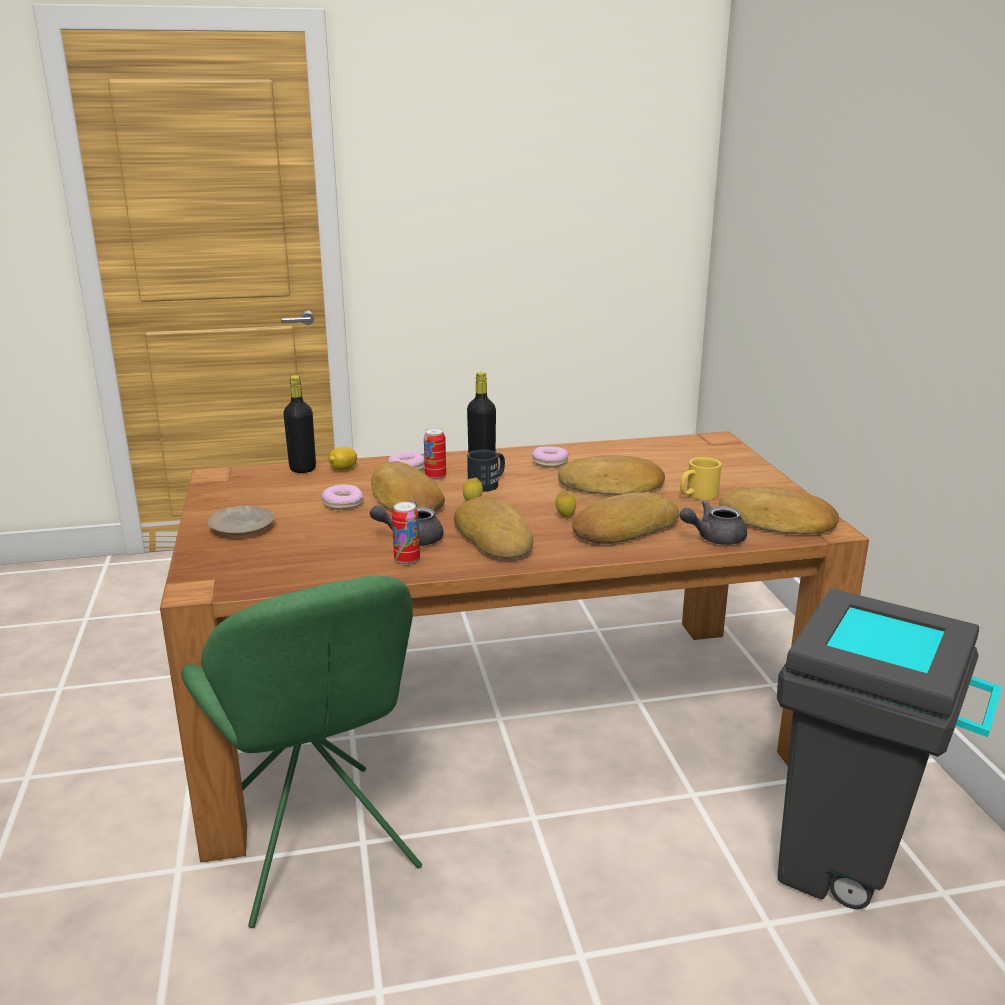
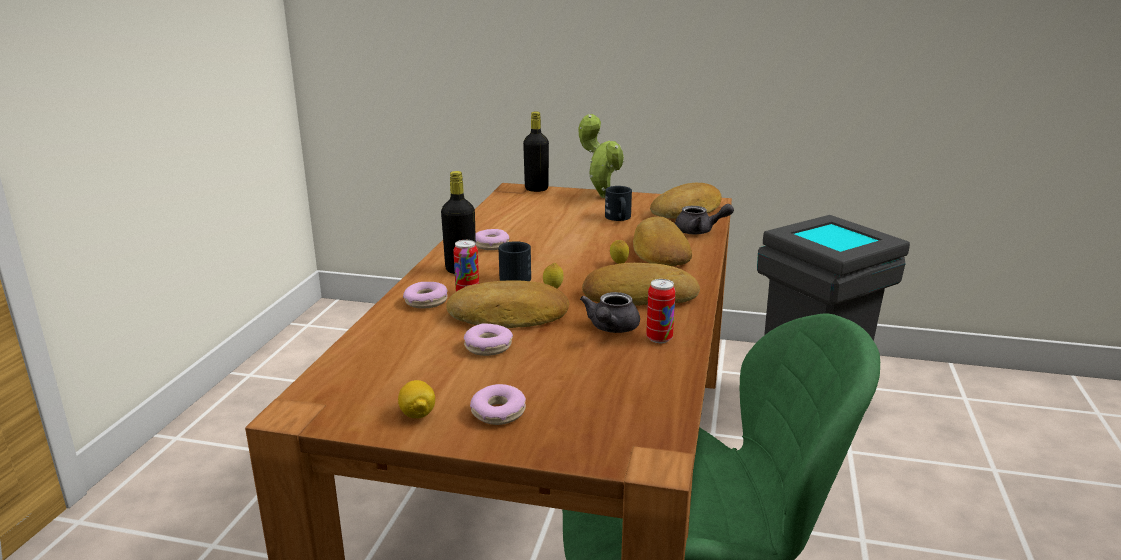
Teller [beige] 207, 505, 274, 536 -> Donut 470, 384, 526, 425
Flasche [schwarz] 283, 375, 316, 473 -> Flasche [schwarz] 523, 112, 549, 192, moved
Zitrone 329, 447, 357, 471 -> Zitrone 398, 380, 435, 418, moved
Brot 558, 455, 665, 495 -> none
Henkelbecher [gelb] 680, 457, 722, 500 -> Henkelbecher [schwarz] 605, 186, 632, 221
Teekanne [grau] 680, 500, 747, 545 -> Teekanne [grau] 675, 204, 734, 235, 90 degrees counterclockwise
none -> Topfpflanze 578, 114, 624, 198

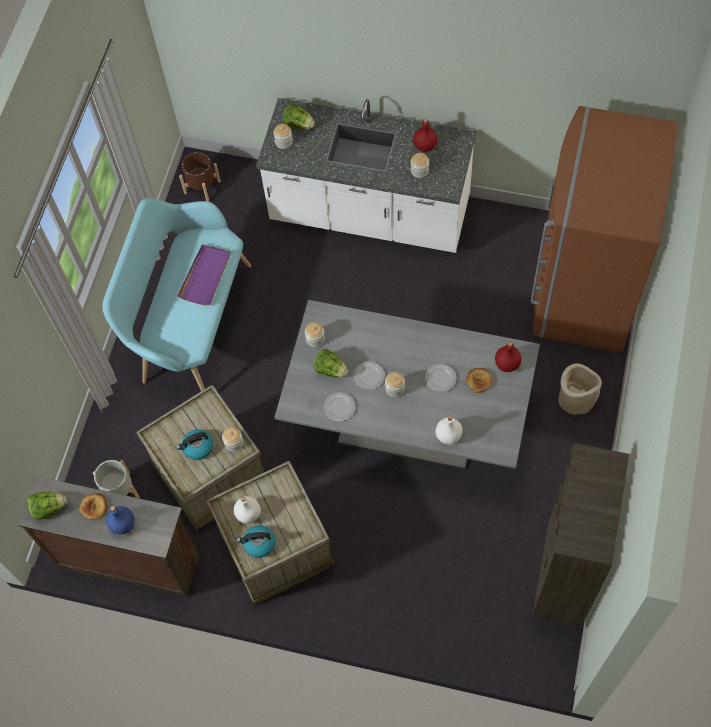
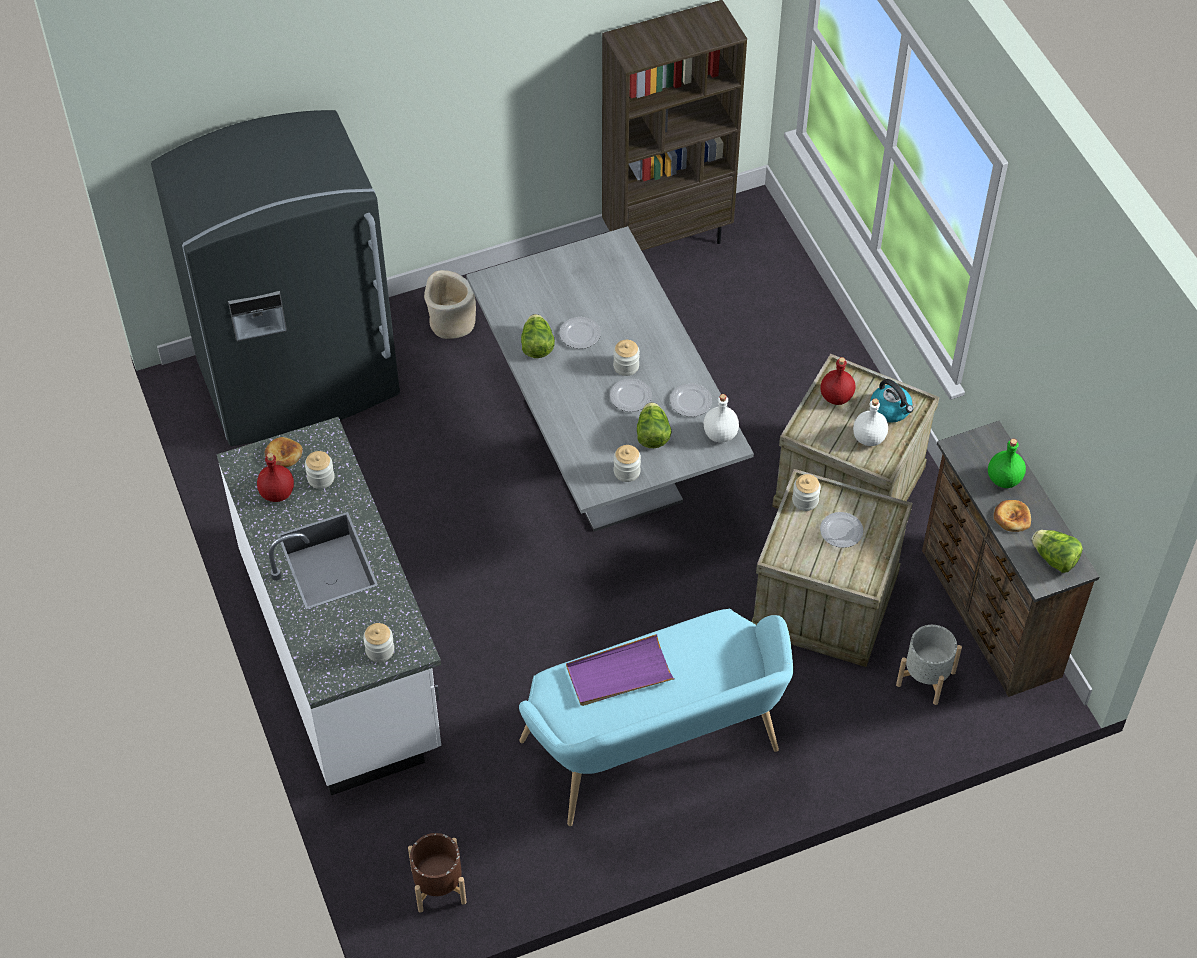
Flasche [blau] 106, 506, 135, 535 -> Flasche [grün] 988, 439, 1026, 488
Wasserkessel 176, 430, 213, 460 -> Teller 820, 512, 864, 548
Salatkopf 283, 103, 315, 129 -> Salatkopf 521, 314, 555, 358, moved
Flasche [weiß] 436, 415, 463, 445 -> Flasche [weiß] 704, 394, 739, 442, moved
Brot 466, 368, 493, 393 -> Brot 265, 437, 303, 467, moved
Flasche [rot] 495, 342, 521, 372 -> Flasche [rot] 820, 357, 856, 405, moved
Kühlschrank [braun] 531, 106, 678, 352 -> Kühlschrank [grau] 151, 110, 400, 446

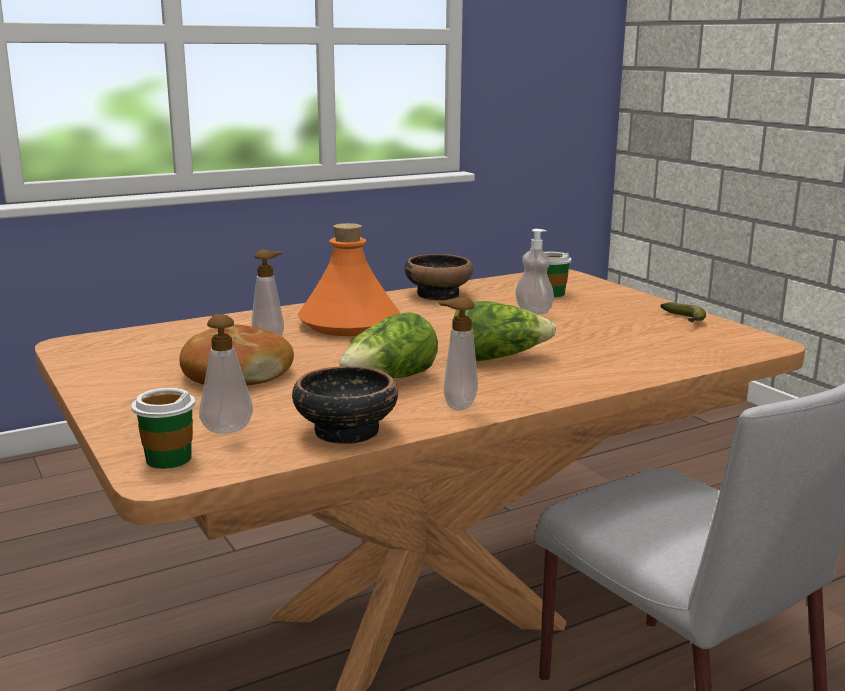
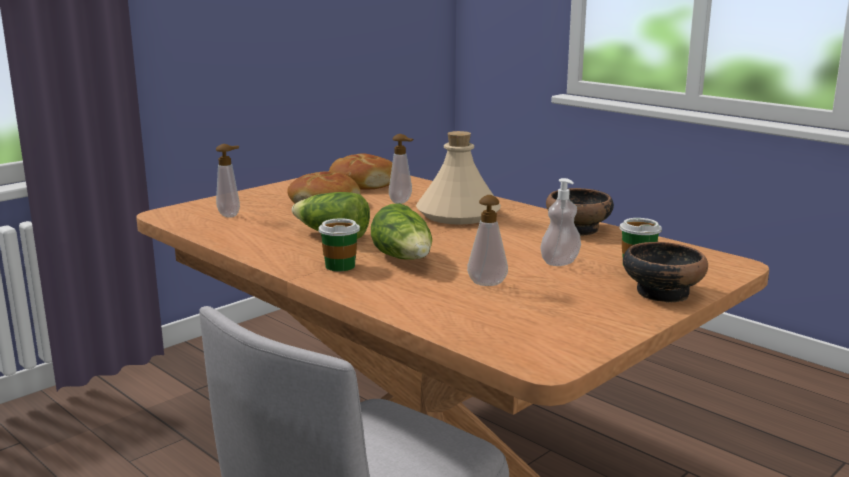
Tasse 131, 388, 195, 469 -> Tasse 318, 218, 360, 271, moved
Schüssel 292, 366, 398, 444 -> Schüssel 623, 242, 708, 302, moved
Flasche [orange] 298, 223, 400, 336 -> Flasche [beige] 416, 131, 501, 225
Seifenspender 439, 297, 478, 410 -> Seifenspender 467, 195, 508, 286, moved
Banane 661, 302, 706, 322 -> none
none -> Brot 329, 154, 392, 189

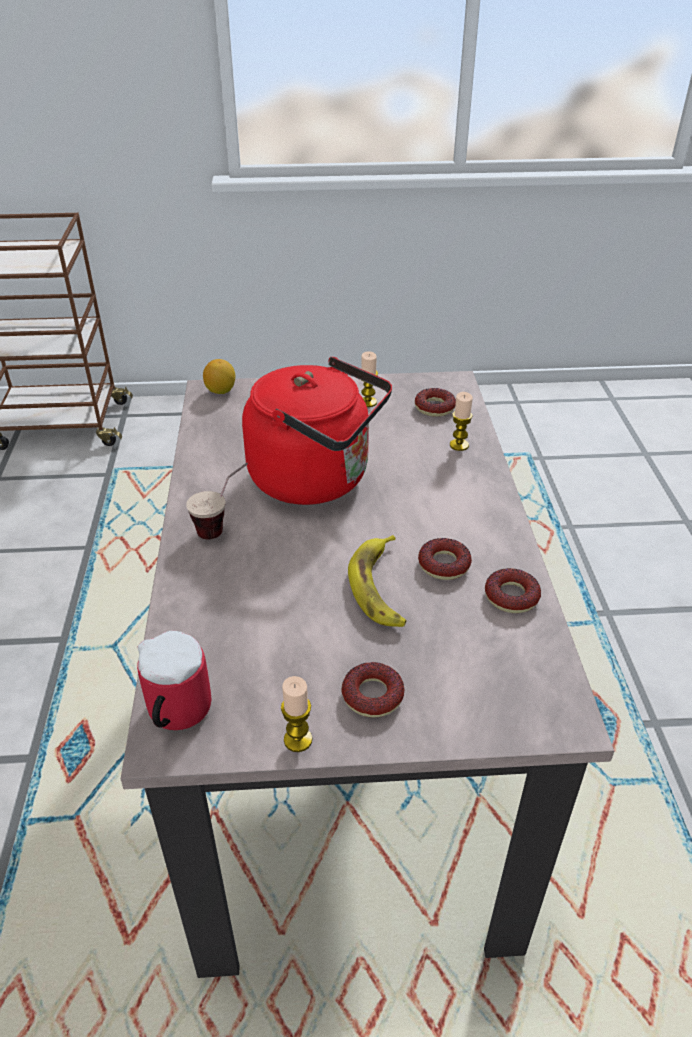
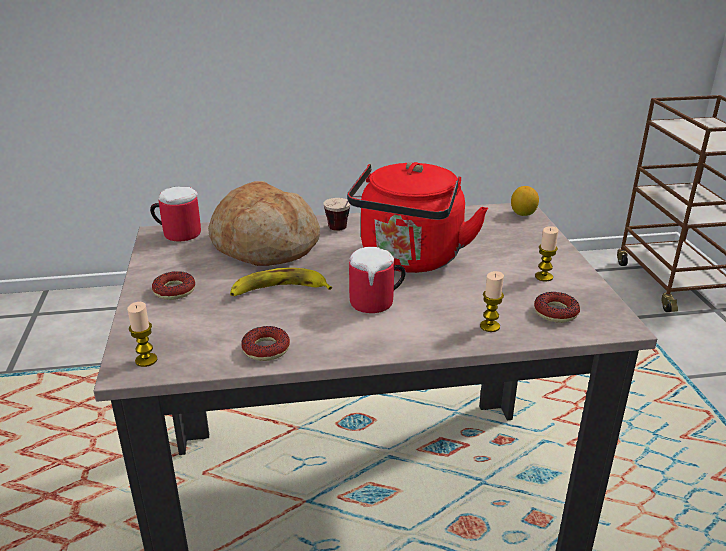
Kerze 281, 676, 312, 752 -> Kerze 127, 302, 157, 367, moved
Donut 418, 538, 472, 580 -> none
none -> Brot 208, 181, 320, 266
none -> Henkelbecher 349, 247, 406, 313

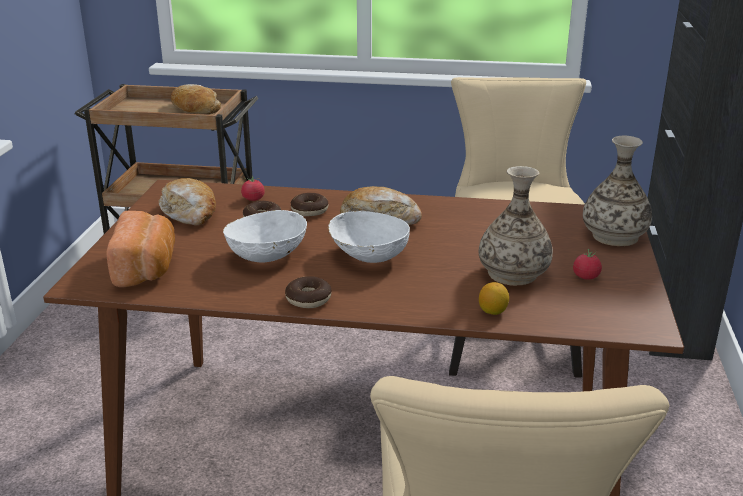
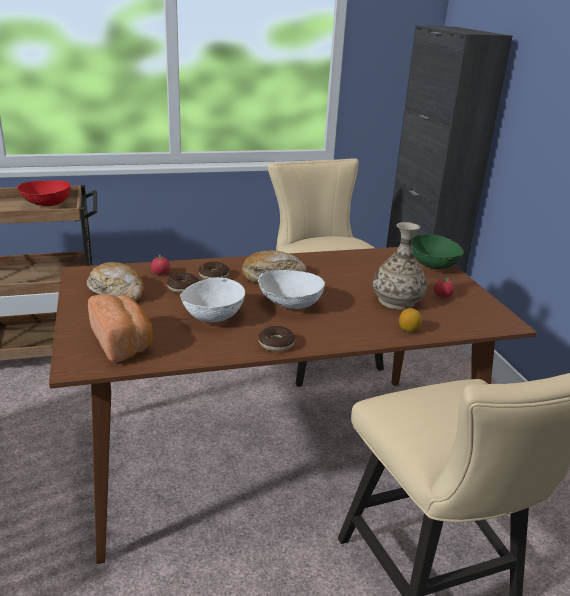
Brot 171, 84, 221, 114 -> Schüssel [rot] 18, 181, 71, 206
Vase 583, 136, 652, 246 -> Schüssel [grün] 412, 234, 464, 269

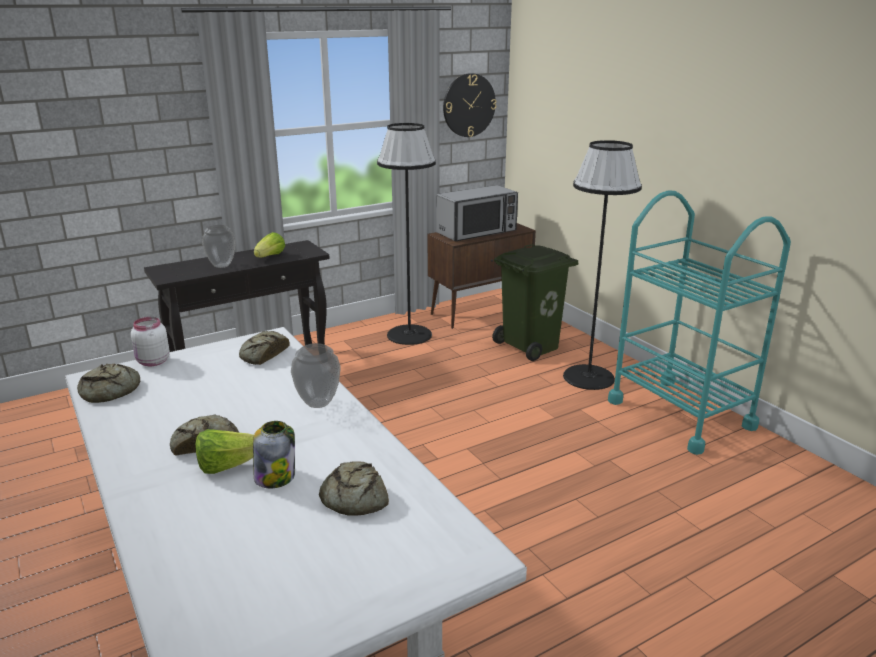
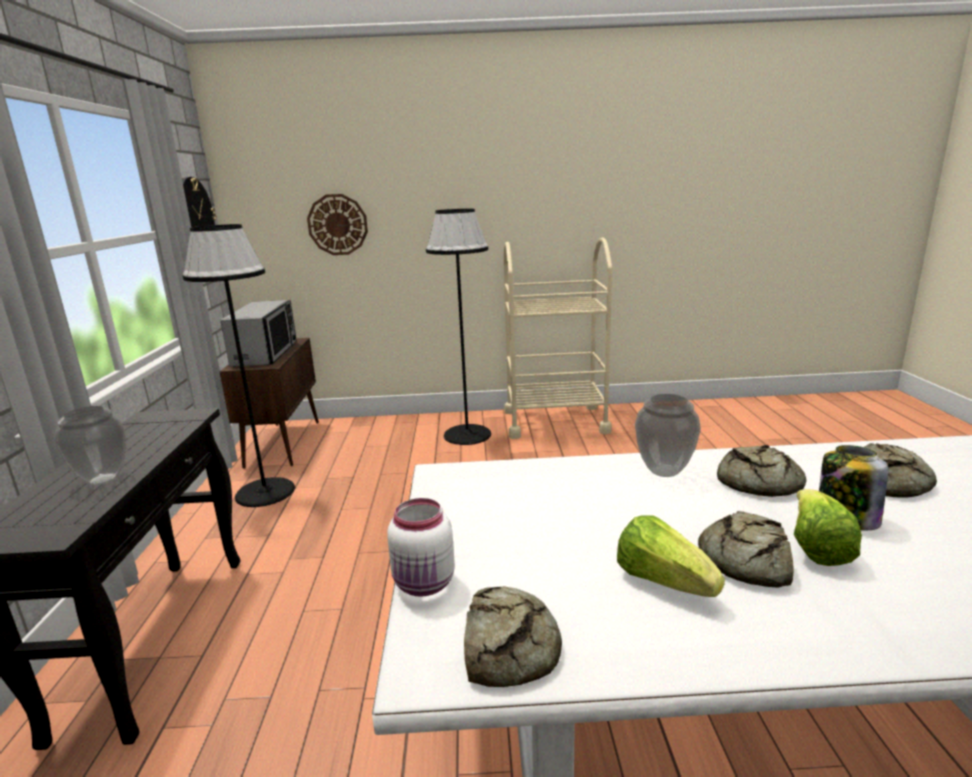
Brot 239, 331, 290, 365 -> Brot 717, 445, 807, 497, moved
Salatkopf 254, 232, 285, 257 -> Salatkopf 617, 515, 725, 597, moved
Mülleimer [grün] 492, 244, 578, 361 -> none
Rollwagen [türkis] 608, 191, 791, 455 -> Rollwagen [beige] 503, 237, 612, 439
none -> Wanduhr 307, 194, 368, 255

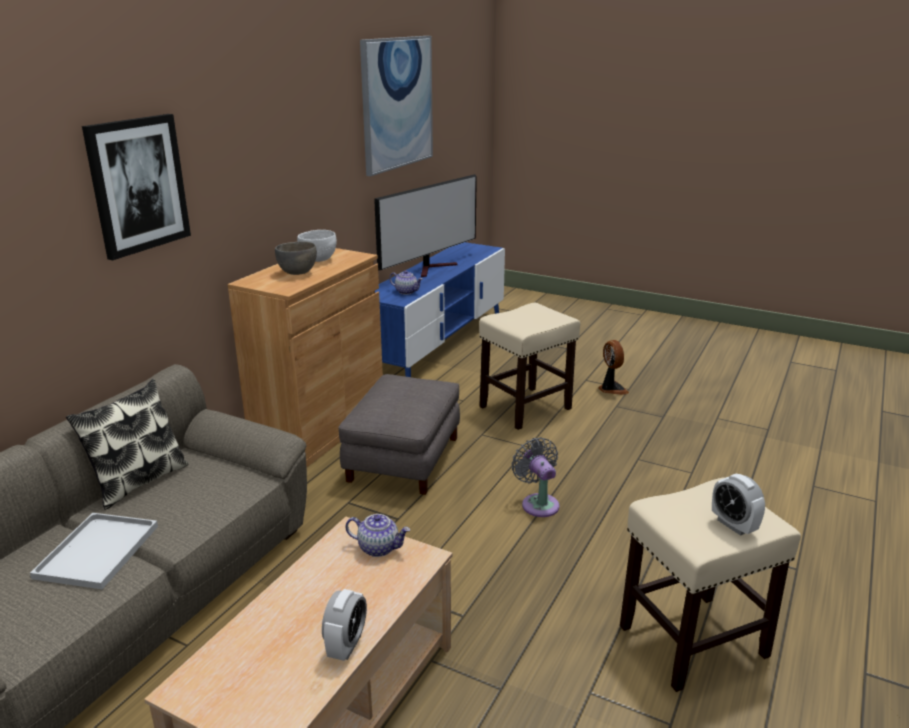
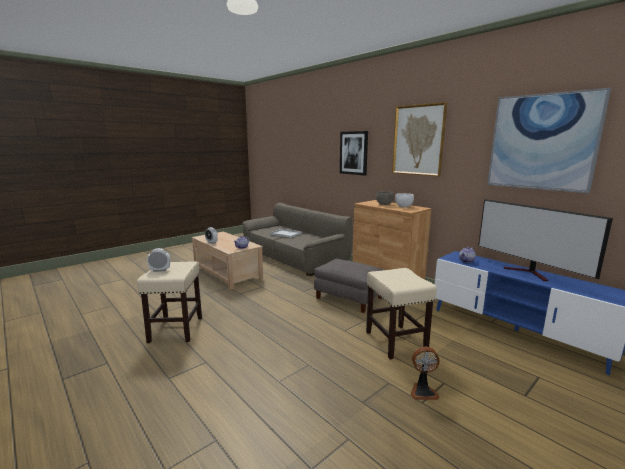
Kissen 66, 379, 189, 510 -> none
Ventilator [grau] 512, 437, 560, 517 -> none
none -> Bild 392, 102, 447, 176

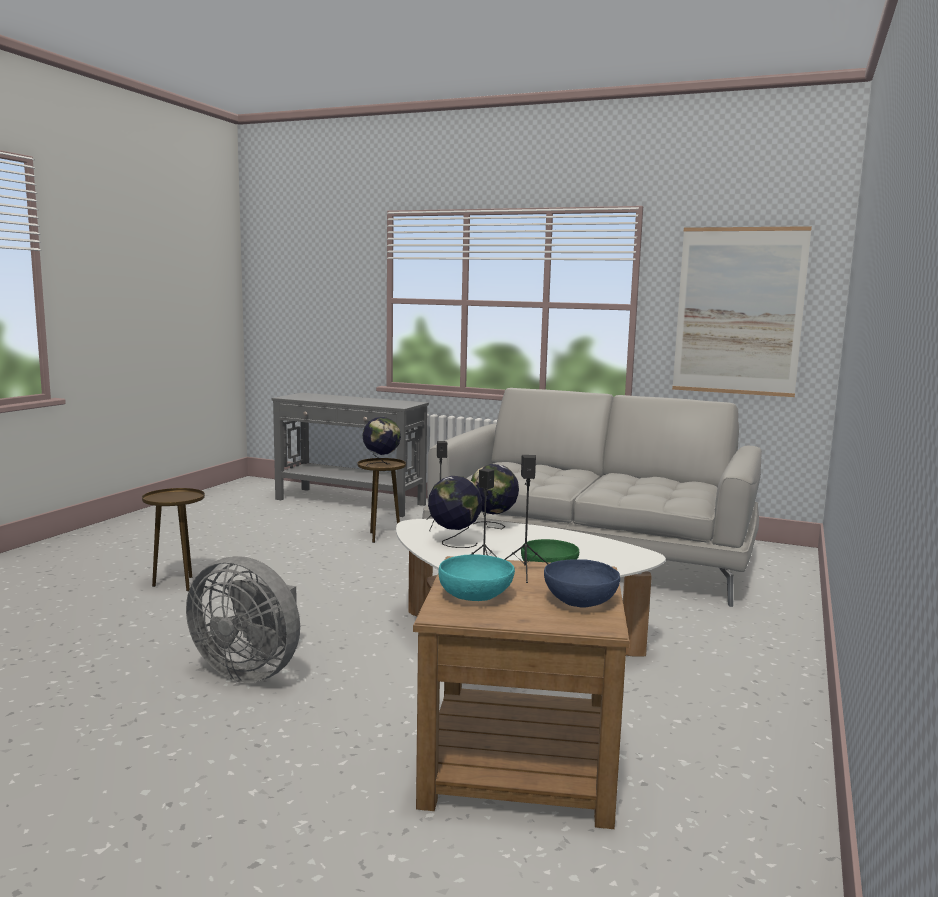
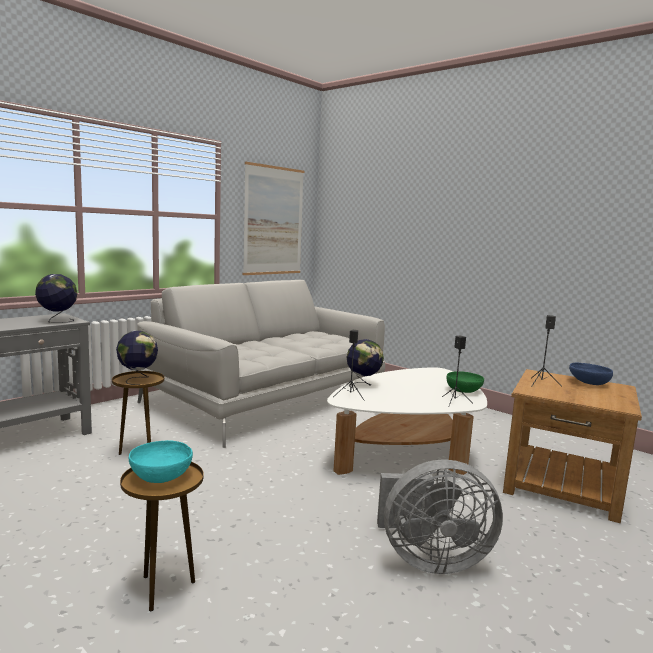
Ventilator [grau] 186, 556, 300, 683 -> Ventilator [grau] 377, 459, 503, 574, 45 degrees clockwise
Globus 428, 476, 482, 548 -> Globus 35, 274, 77, 323, moved
Schüssel [türkis] 438, 554, 515, 601 -> Schüssel [türkis] 129, 440, 193, 483, moved

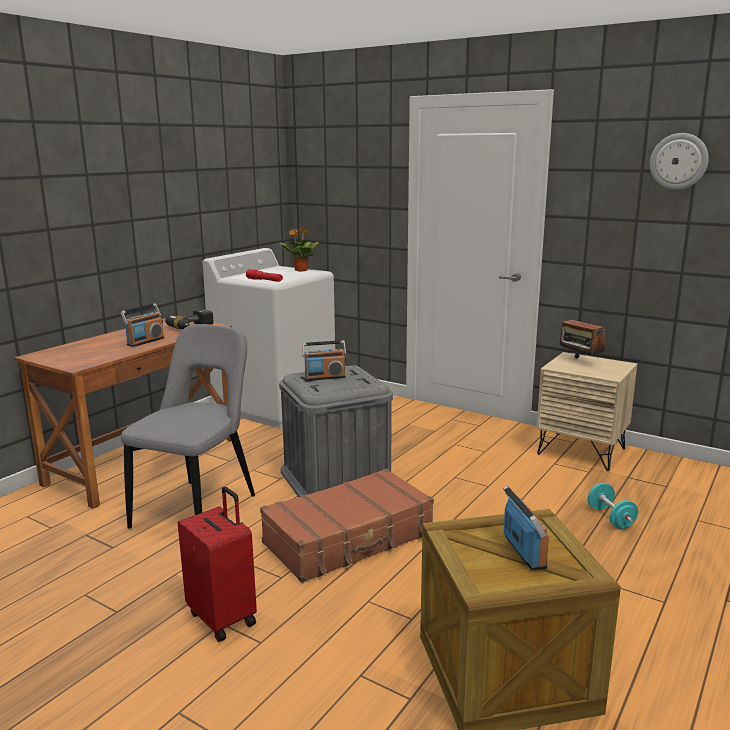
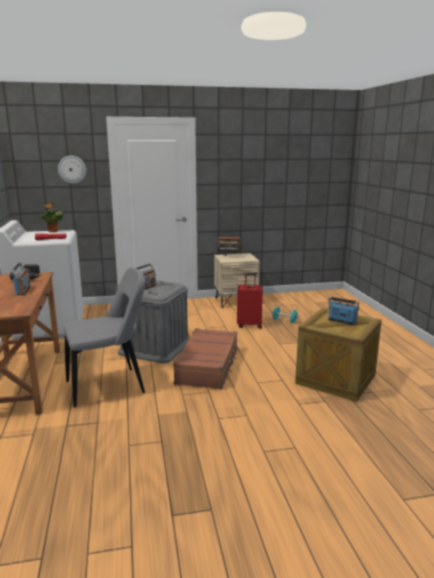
Stuhl [grau] 121, 324, 255, 529 -> Stuhl [grau] 64, 267, 145, 407, 90 degrees clockwise
Koffer [rot] 178, 487, 257, 642 -> Koffer [rot] 237, 274, 263, 329, moved
Wanduhr 650, 133, 709, 190 -> Wanduhr 58, 156, 87, 184, moved

